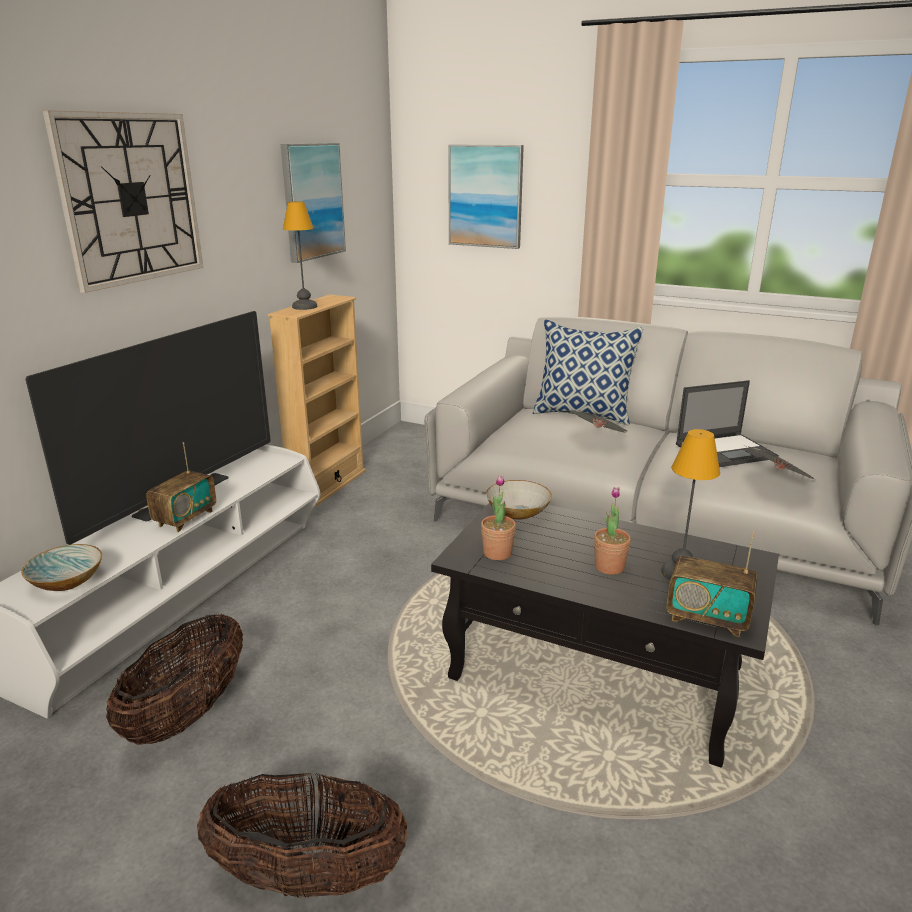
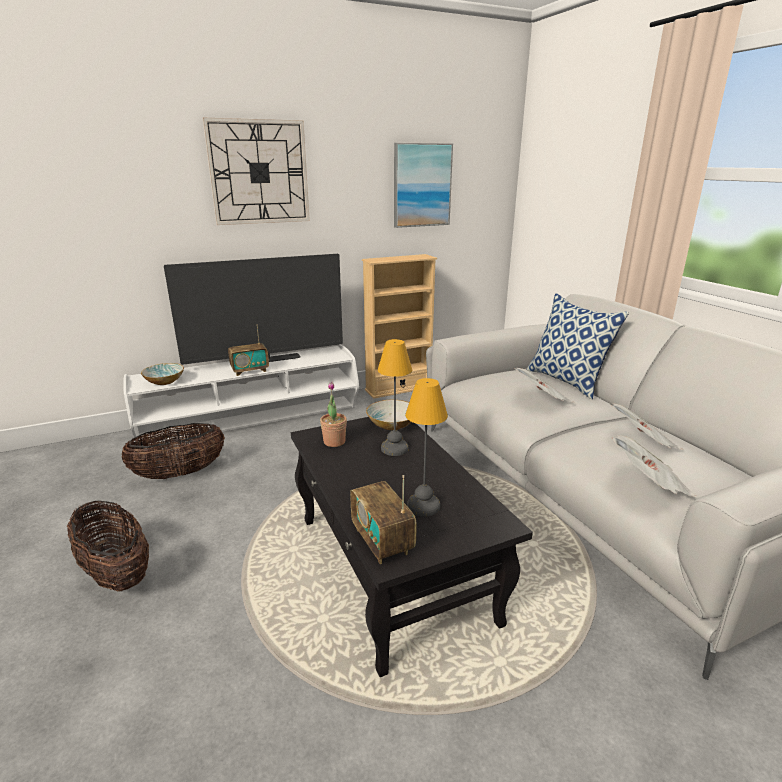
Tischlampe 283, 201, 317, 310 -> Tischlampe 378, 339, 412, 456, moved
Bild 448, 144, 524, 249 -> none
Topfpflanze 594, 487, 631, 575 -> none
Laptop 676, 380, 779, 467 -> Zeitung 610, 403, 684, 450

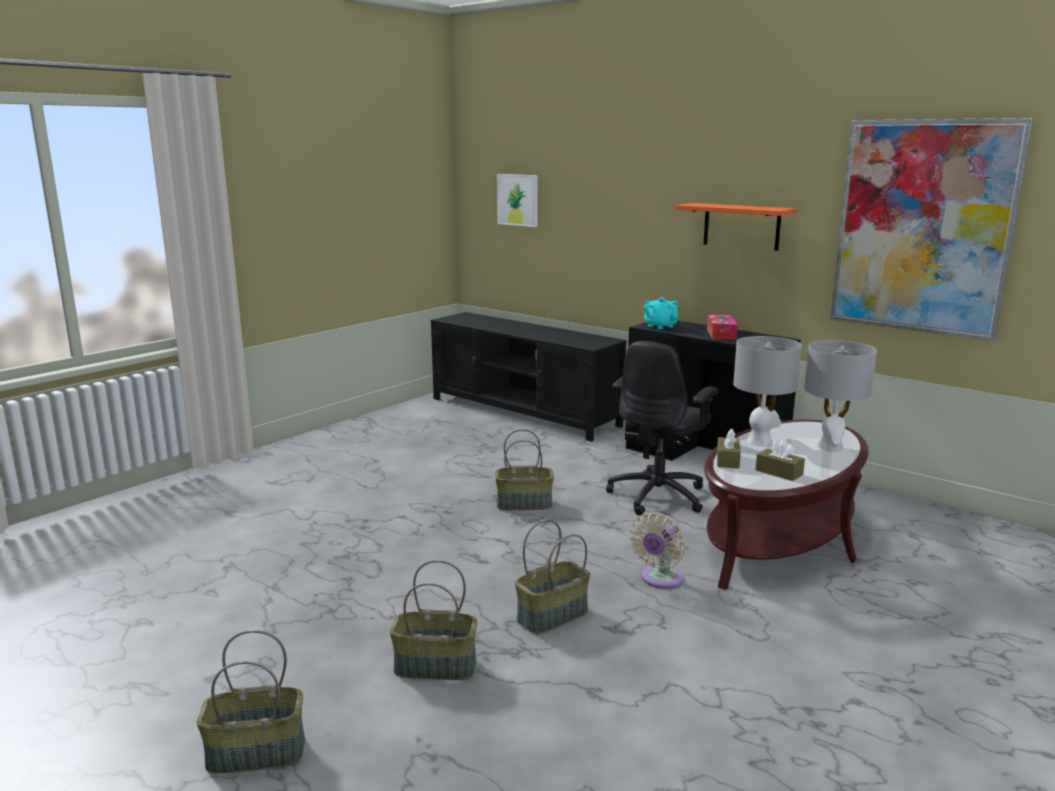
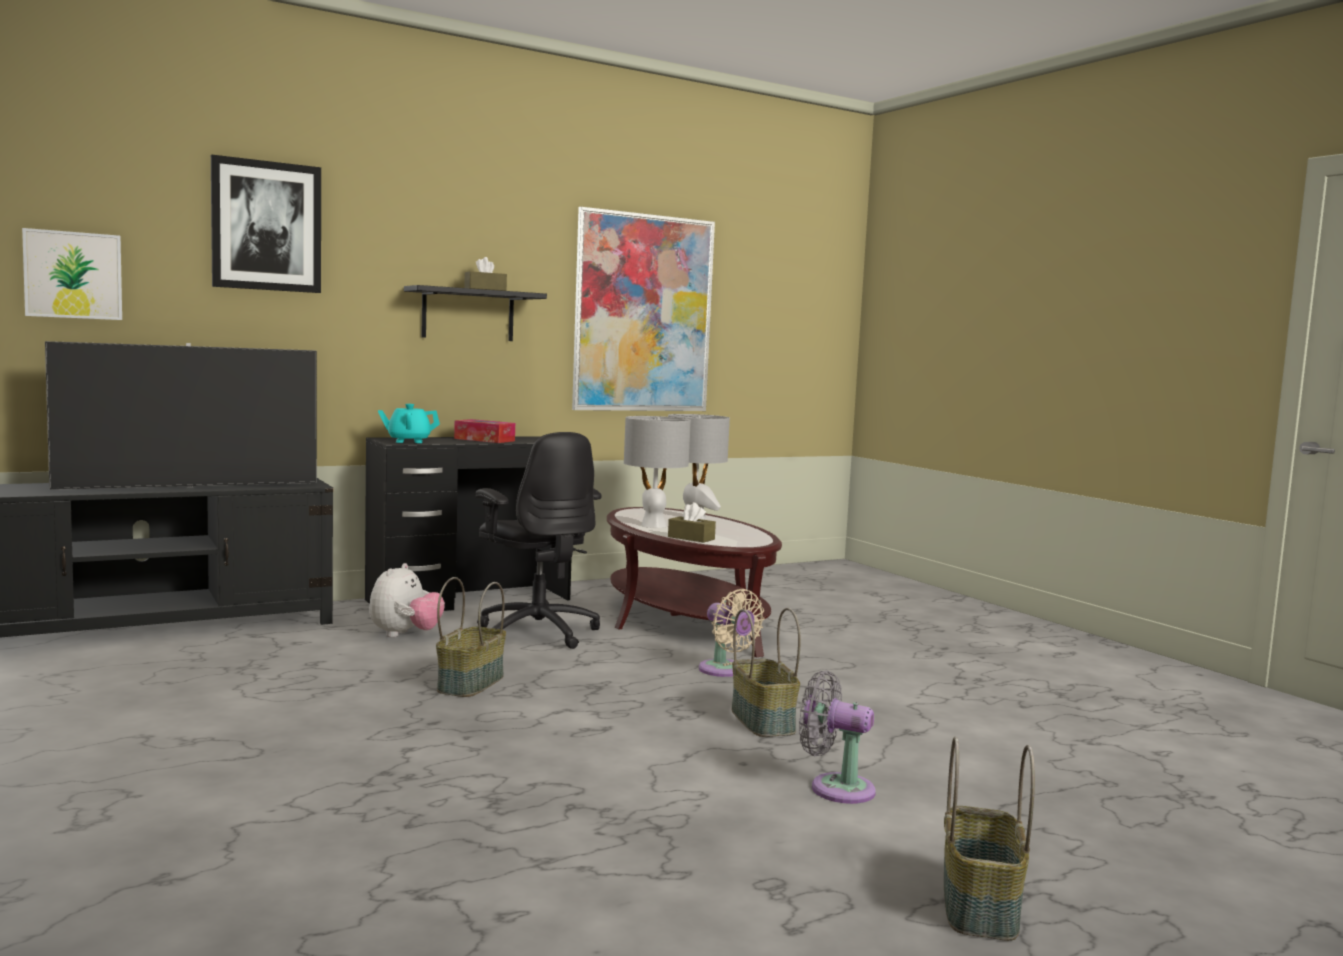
Korb 390, 560, 477, 680 -> Ventilator [grau] 799, 670, 876, 804
Wandregal [orange] 675, 203, 797, 251 -> Wandregal [schwarz] 404, 285, 547, 341
Taschentuchbox [braun] 756, 439, 805, 481 -> Taschentuchbox [braun] 464, 257, 507, 291, moved
none -> Fernseher 45, 341, 317, 490
none -> Bild 211, 155, 321, 293
none -> Plüschtier 369, 563, 445, 637

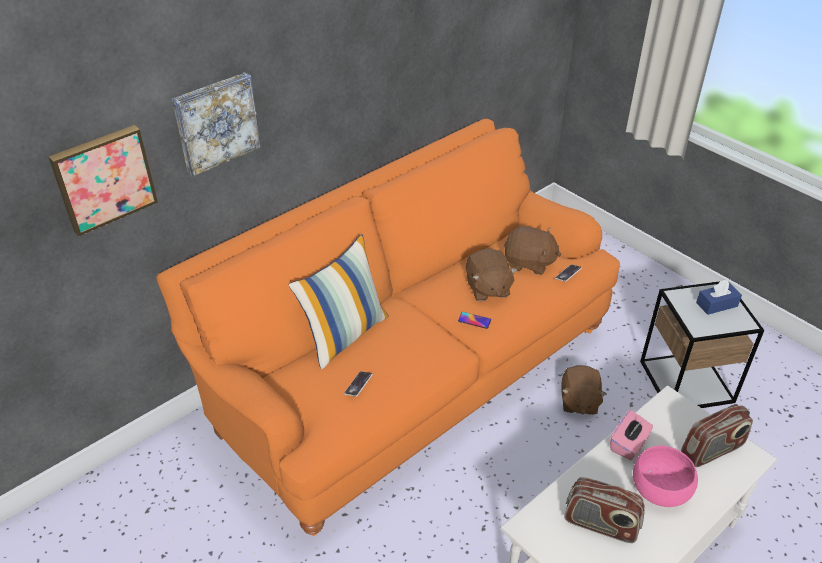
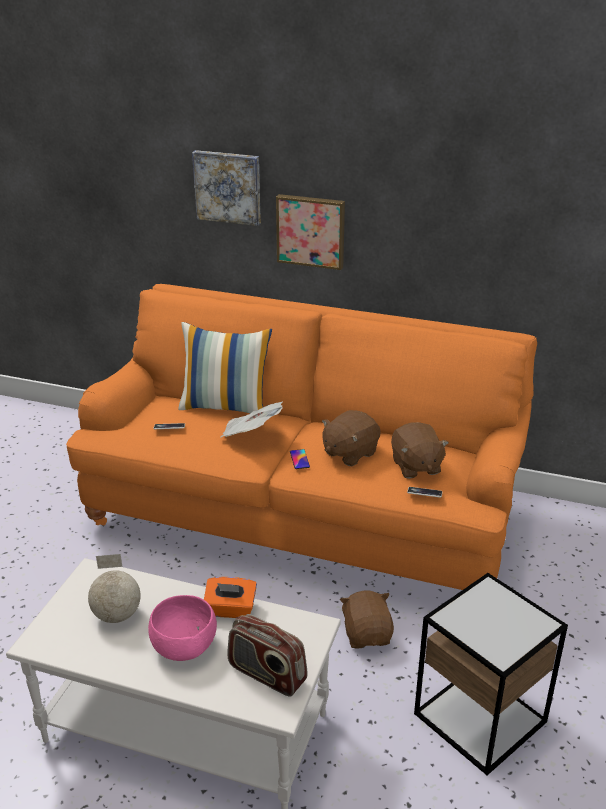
Bild 49, 125, 158, 236 -> Bild 276, 194, 345, 270, moved
Plüschtier [braun] 561, 365, 607, 415 -> Plüschtier [braun] 340, 591, 394, 649, 105 degrees clockwise
Radio 564, 477, 645, 543 -> Globus 88, 554, 141, 623
Taschentuchbox [rosa] 610, 410, 653, 460 -> Taschentuchbox [orange] 204, 577, 257, 618
Taschentuchbox [blau] 696, 280, 742, 315 -> none
none -> Zeitung 220, 402, 283, 437

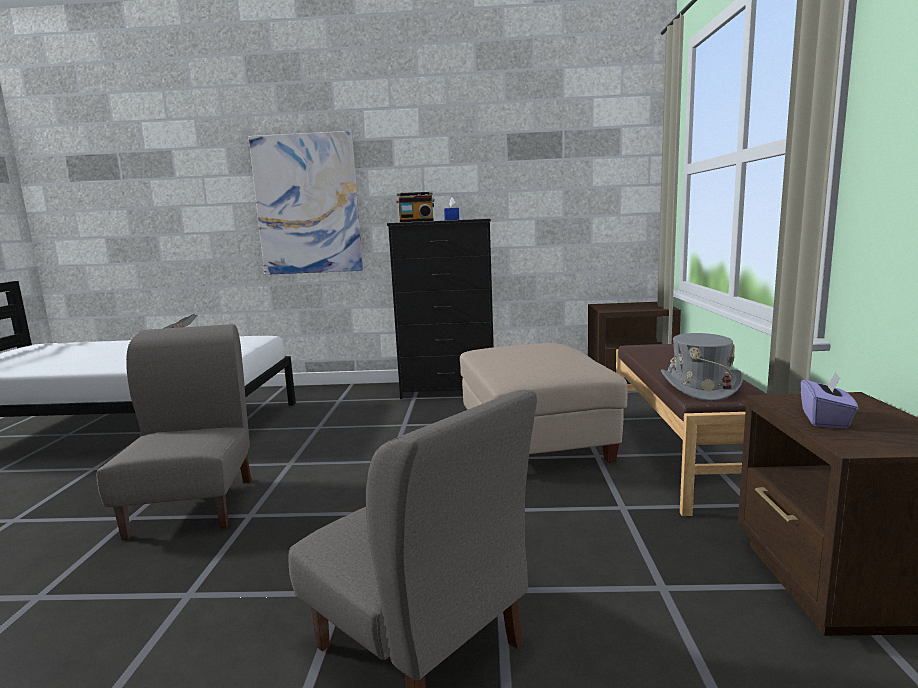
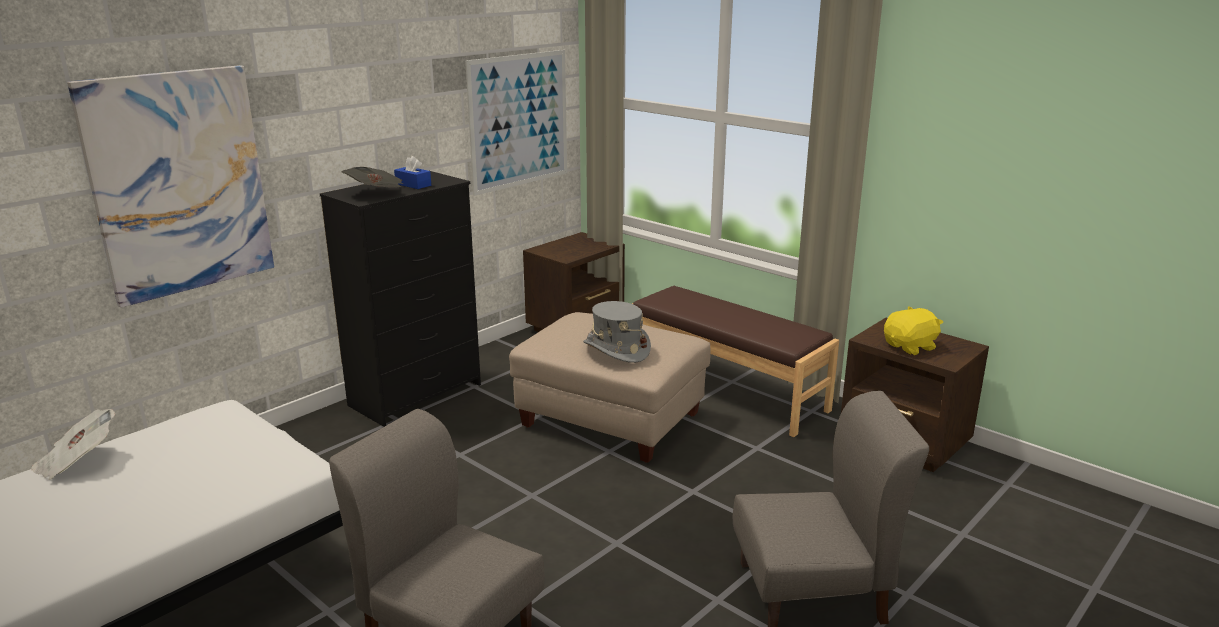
Radio 396, 192, 435, 222 -> Zeitung 341, 167, 403, 188
Hut [grau] 661, 333, 743, 401 -> Hut [grau] 583, 301, 651, 363, moved
Taschentuchbox [lila] 801, 372, 858, 429 -> Plüschtier [gelb] 884, 306, 943, 355
none -> Bild 465, 50, 567, 196

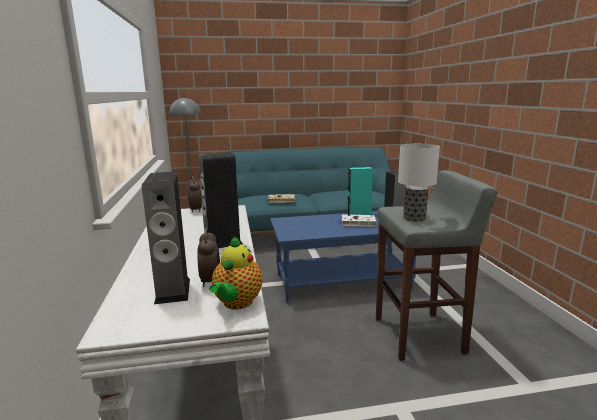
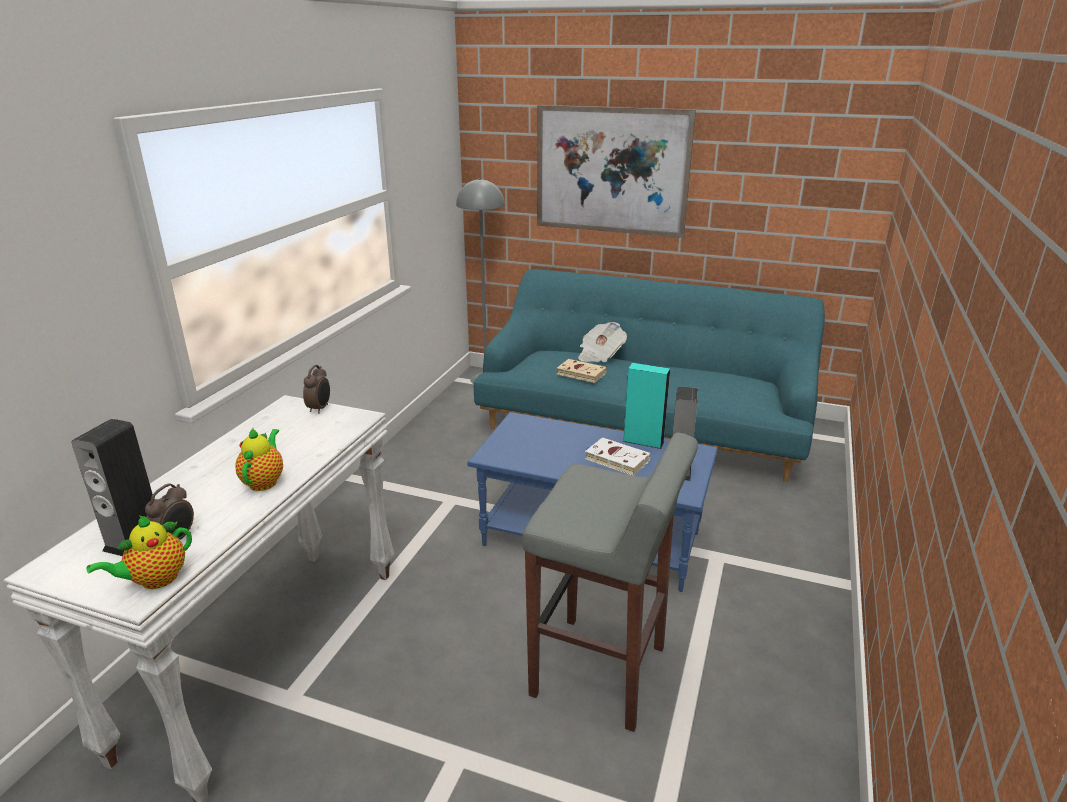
Lautsprecher 198, 152, 243, 248 -> Teekanne 235, 428, 283, 491
Tischlampe 398, 144, 440, 222 -> none
none -> Bild 537, 105, 696, 238
none -> Zeitung 578, 322, 627, 362

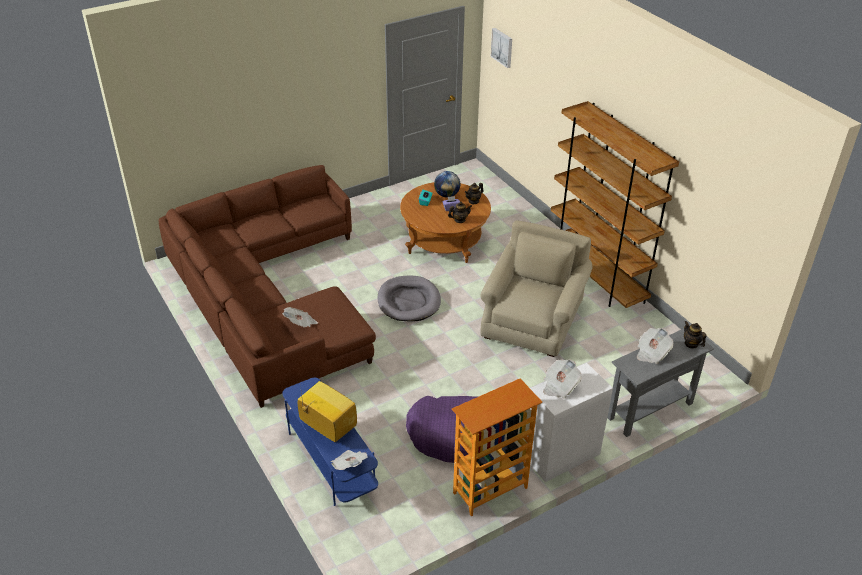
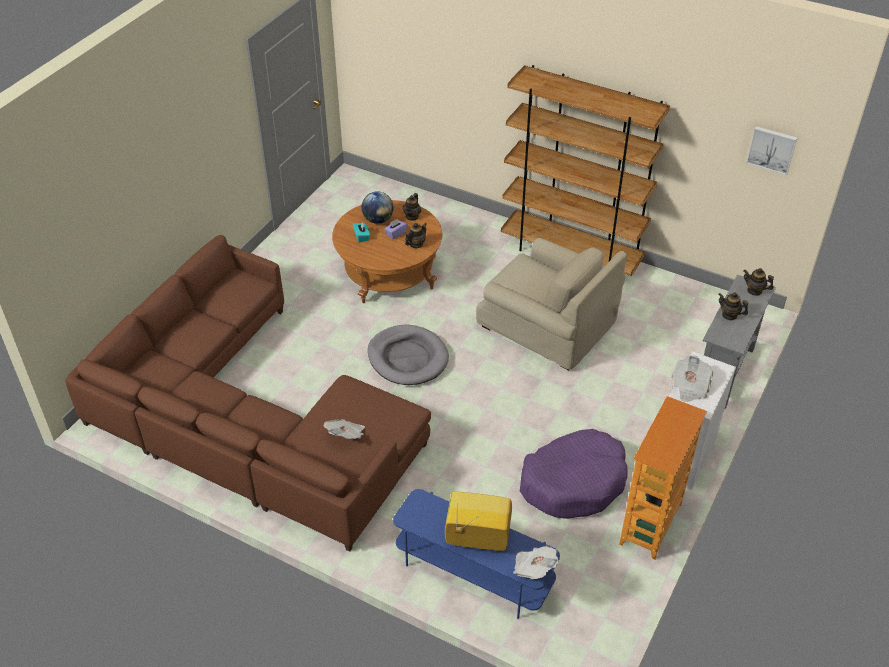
Sessel [beige] 480, 220, 593, 357 -> Sessel [beige] 476, 238, 627, 371, 135 degrees clockwise
Bild 491, 28, 512, 68 -> Bild 746, 126, 797, 175, moved
Zeitung 637, 328, 673, 364 -> Teekanne 718, 293, 748, 320

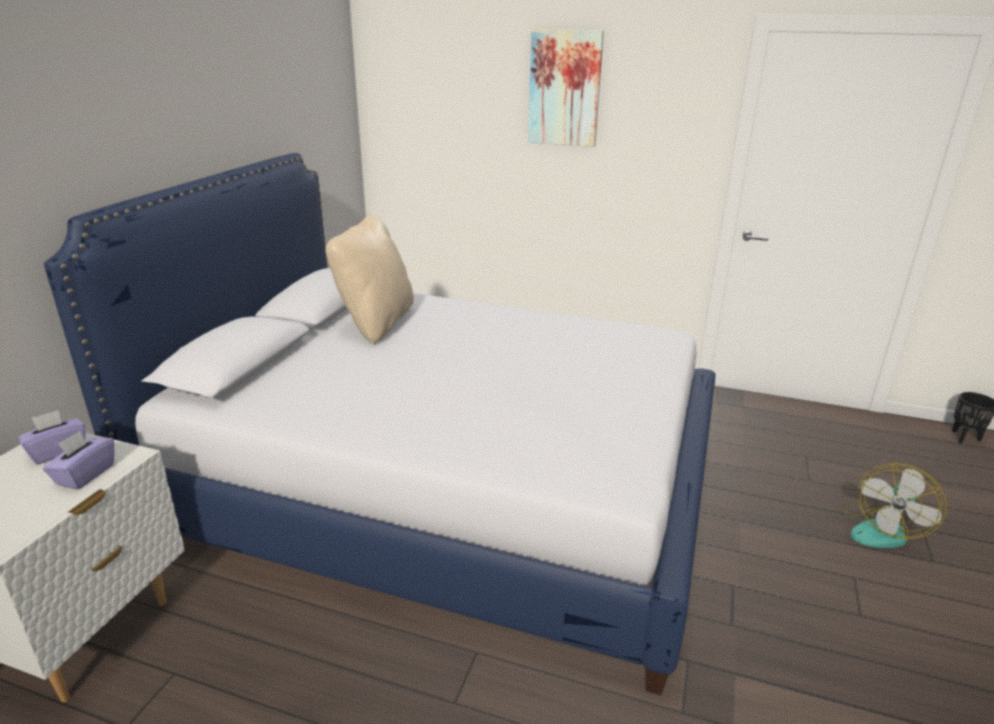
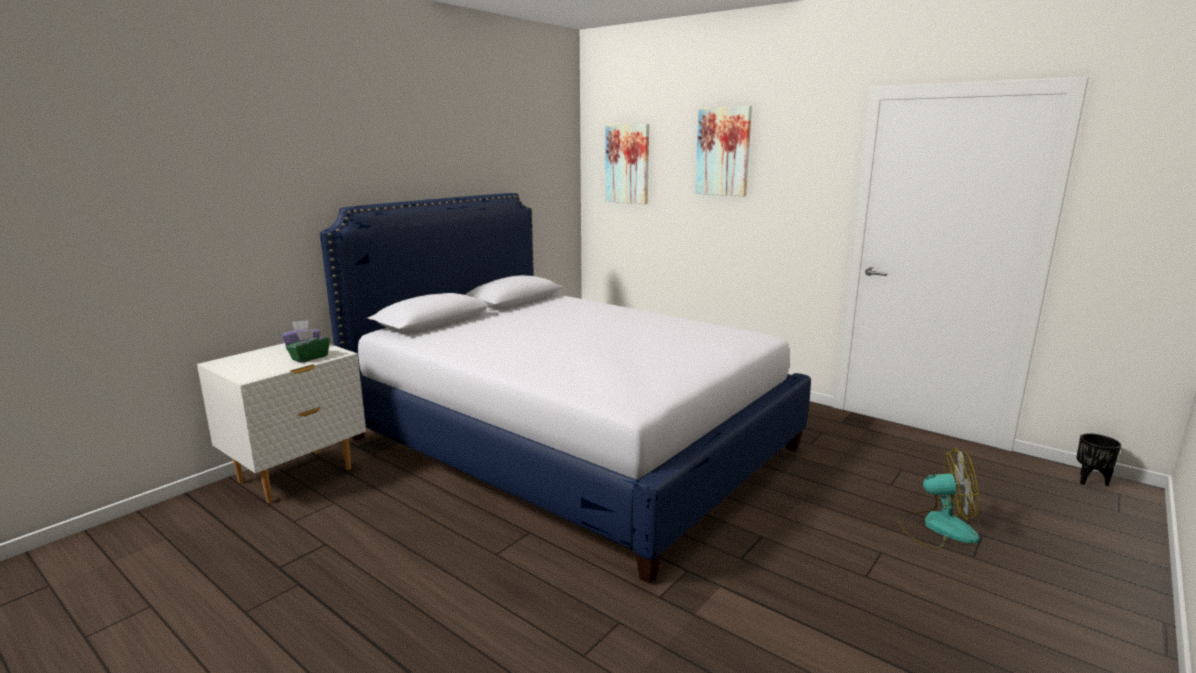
Taschentuchbox [lila] 43, 431, 114, 490 -> Taschentuchbox [grün] 286, 329, 330, 363
Kissen [beige] 325, 215, 414, 345 -> none
Ventilator 840, 463, 947, 548 -> Ventilator 897, 448, 980, 549, 135 degrees counterclockwise
none -> Bild 605, 124, 649, 204

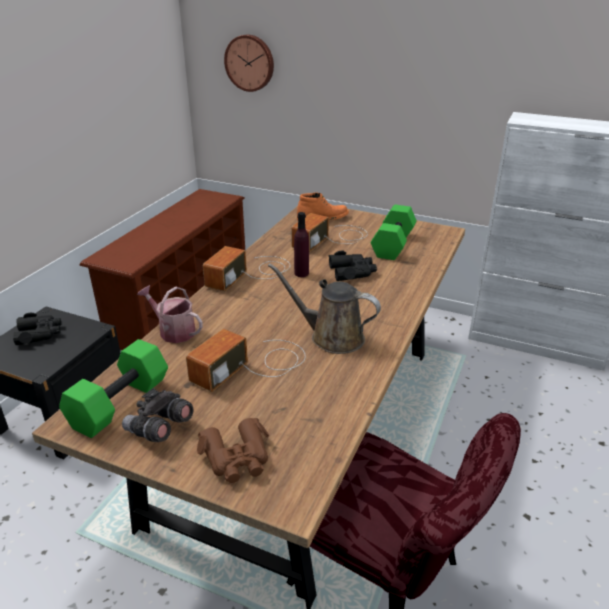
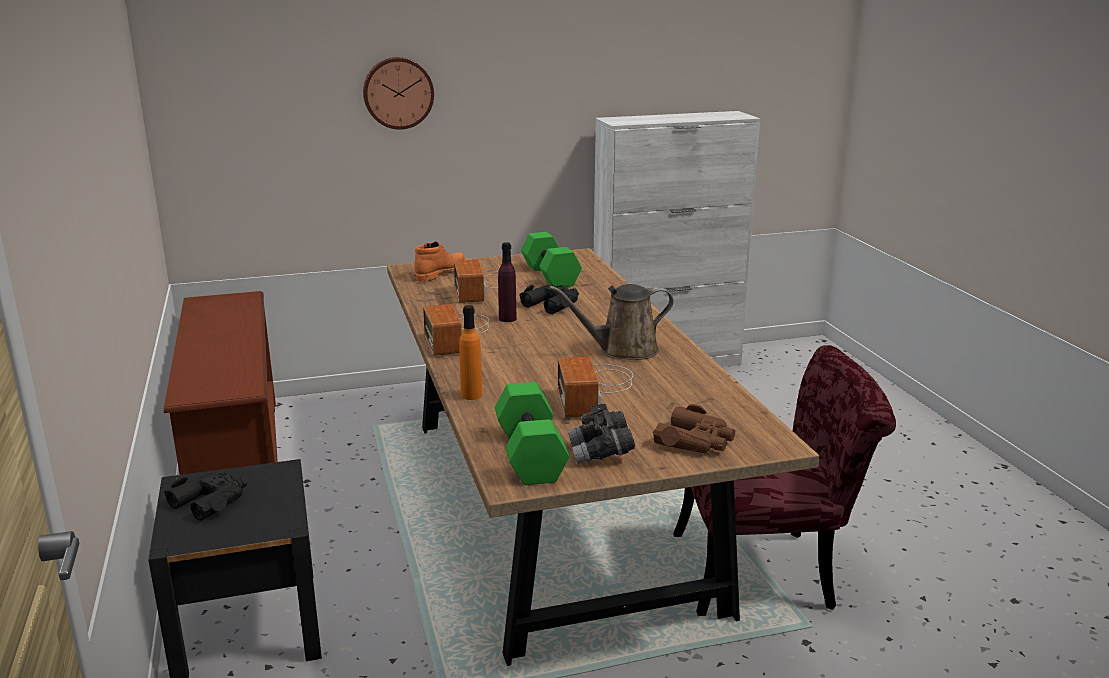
Gießkanne 137, 285, 203, 343 -> Flasche [orange] 459, 305, 482, 400
Wanduhr 224, 34, 274, 92 -> Wanduhr 363, 57, 434, 130, moved

